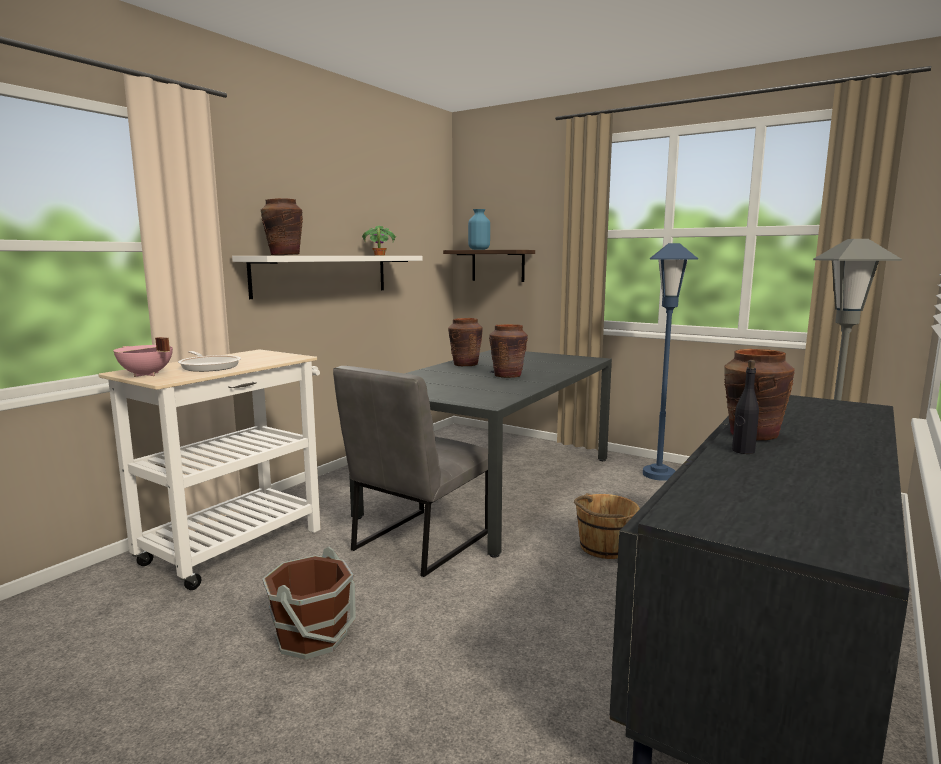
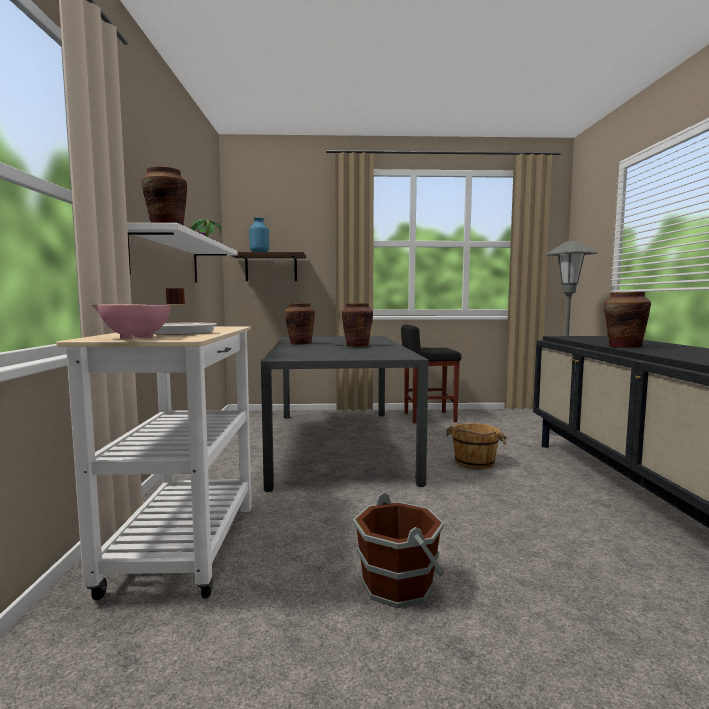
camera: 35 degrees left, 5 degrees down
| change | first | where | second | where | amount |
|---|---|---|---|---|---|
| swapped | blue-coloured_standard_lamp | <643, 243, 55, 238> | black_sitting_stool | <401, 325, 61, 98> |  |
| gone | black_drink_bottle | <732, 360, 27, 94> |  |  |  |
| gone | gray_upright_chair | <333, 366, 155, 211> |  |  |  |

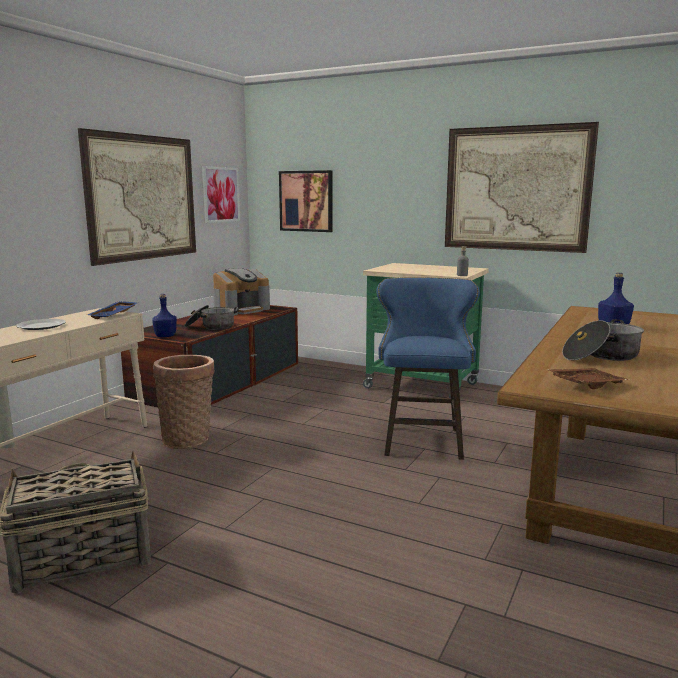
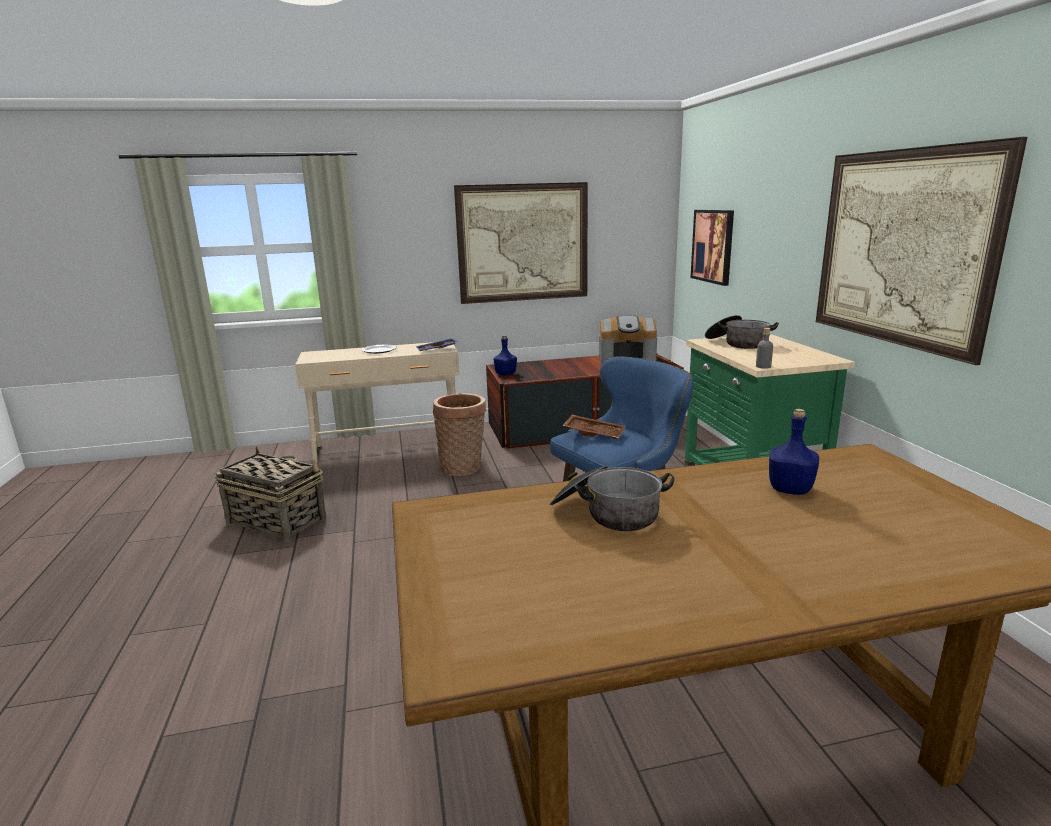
camera: 50 degrees right, 5 degrees up
| change | first | where | second | where | amount |
|---|---|---|---|---|---|
| gone | wall_picture | <202, 166, 38, 57> |  |  |  |
| shifted | stockpot | <184, 305, 55, 25> |  | <705, 315, 74, 34> |  |
| shifted | brownish_carrying_tray | <546, 368, 83, 21> |  | <563, 414, 63, 25> |  |

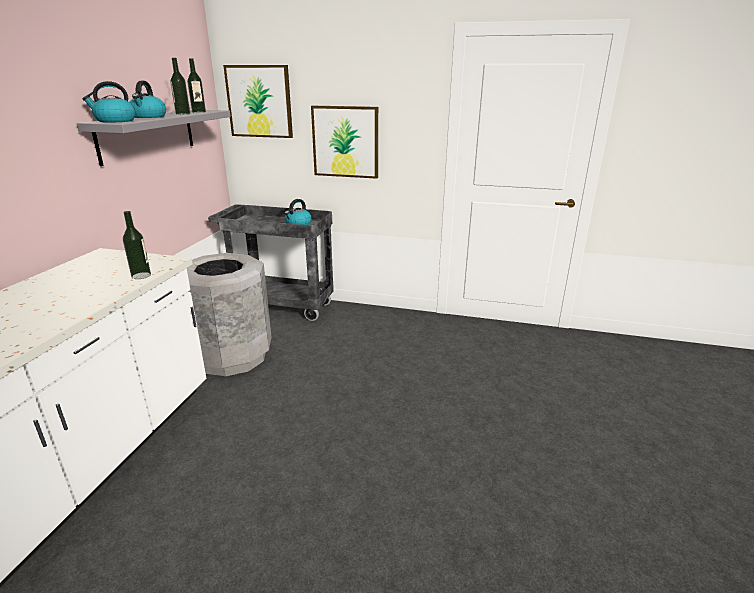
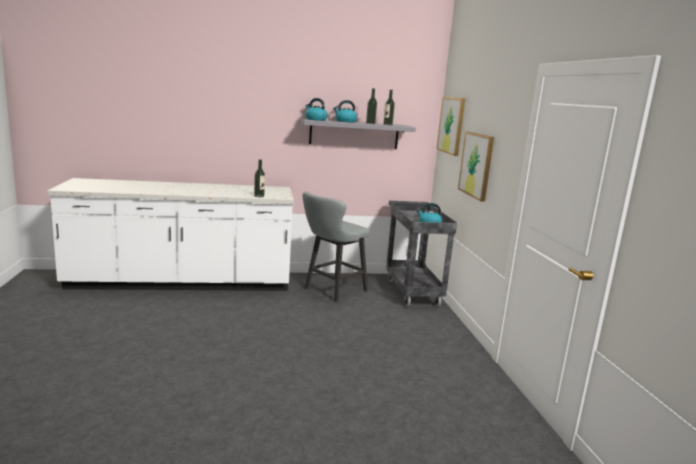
camera: 65 degrees right, 10 degrees down
| change | first | where | second | where | amount |
|---|---|---|---|---|---|
| swapped | gray_waste_bin | <187, 253, 85, 123> | gray_sitting_stool | <302, 191, 68, 111> |  |

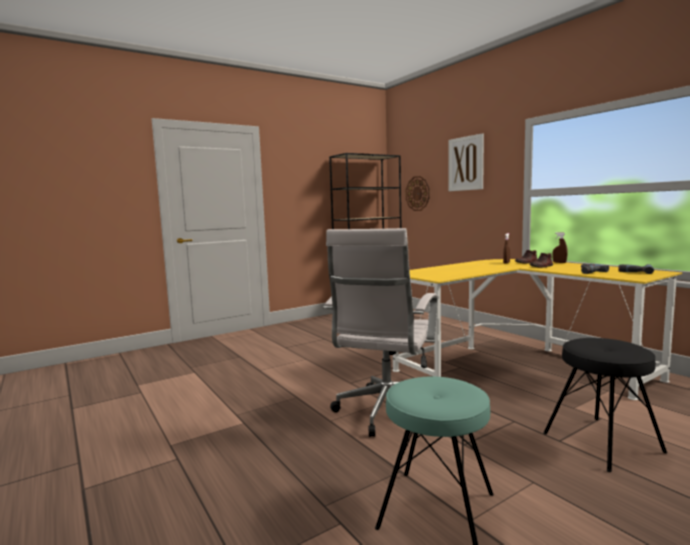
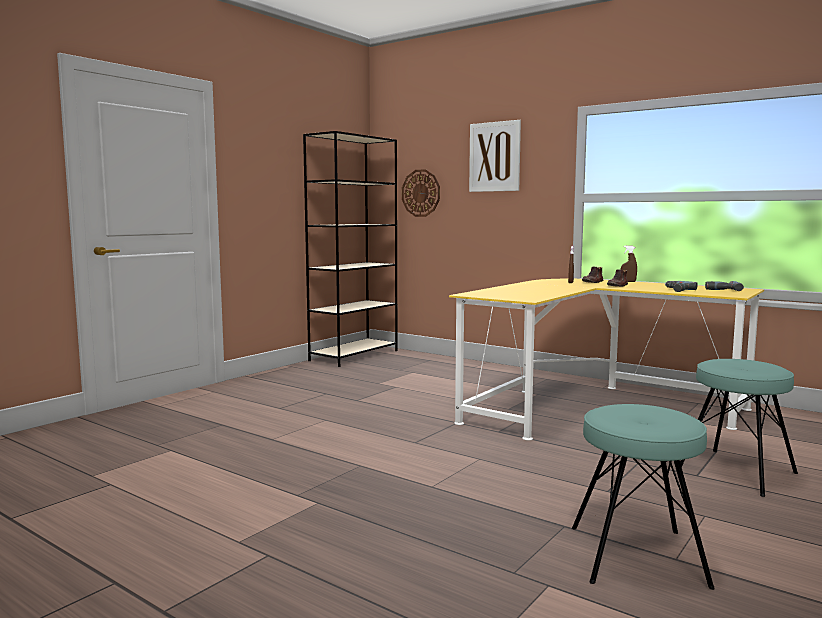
camera: 20 degrees left, 0 degrees up
| change | first | where | second | where | amount |
|---|---|---|---|---|---|
| gone | white_desk_chair | <323, 228, 114, 209> |  |  |  |
| repainted | black_sitting_stool | <543, 338, 124, 134> | turquoise-coloured_sitting_stool | <680, 359, 118, 138> |  |

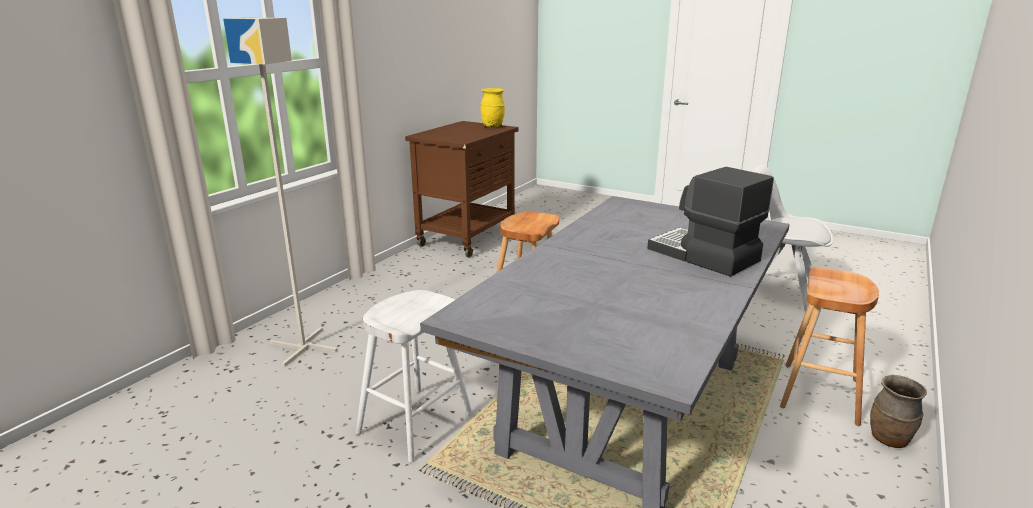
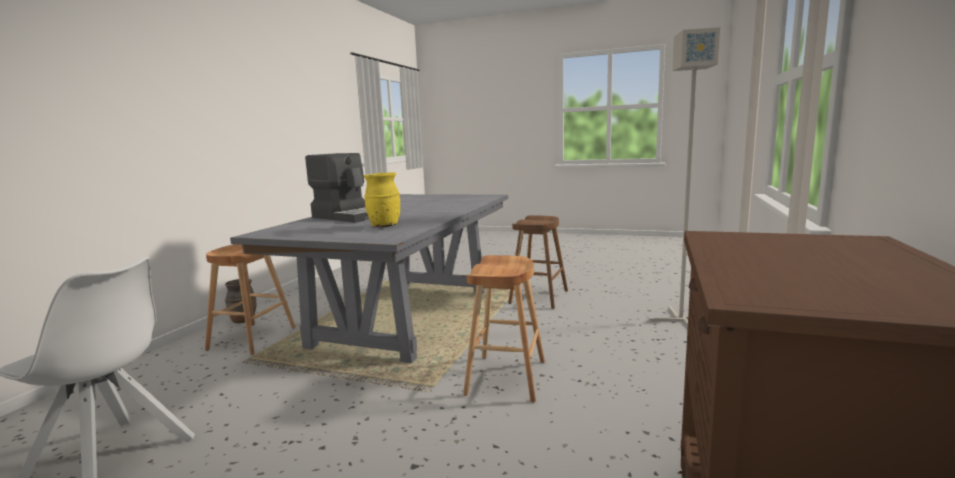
camera: 170 degrees right, 10 degrees down
| change | first | where | second | where | amount |
|---|---|---|---|---|---|
| shifted | yellowish_decorative_vase | <481, 88, 24, 39> |  | <364, 172, 36, 55> |  |
| repainted | white_sitting_stool | <356, 290, 116, 173> | brownish_sitting_stool | <508, 215, 60, 94> |  |

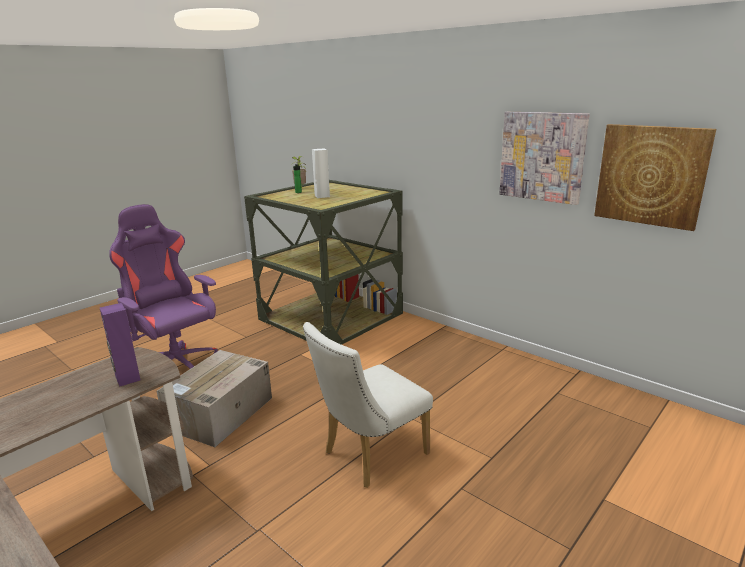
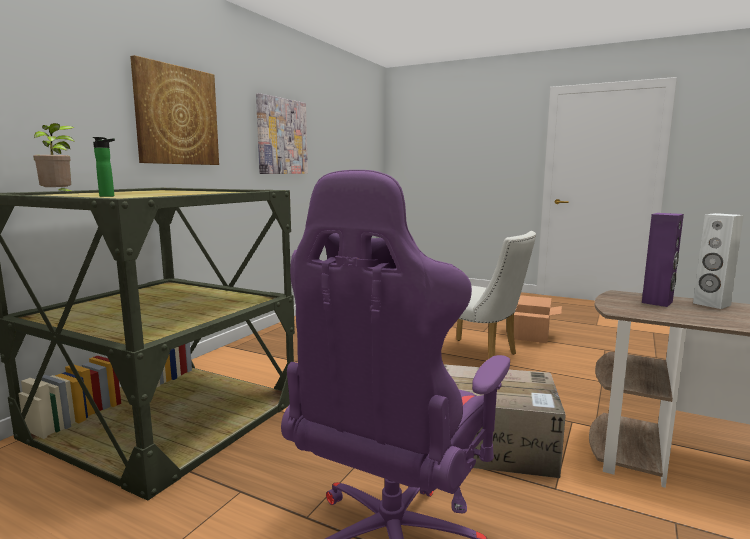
camera: 105 degrees left, 10 degrees down
| change | first | where | second | where | amount |
|---|---|---|---|---|---|
| shifted | wall_picture | <594, 124, 122, 107> |  | <130, 55, 89, 110> |  |
| shifted | white_speaker | <312, 148, 18, 50> |  | <693, 213, 51, 96> |  |
| new |  |  | carton | <514, 295, 48, 48> |  |

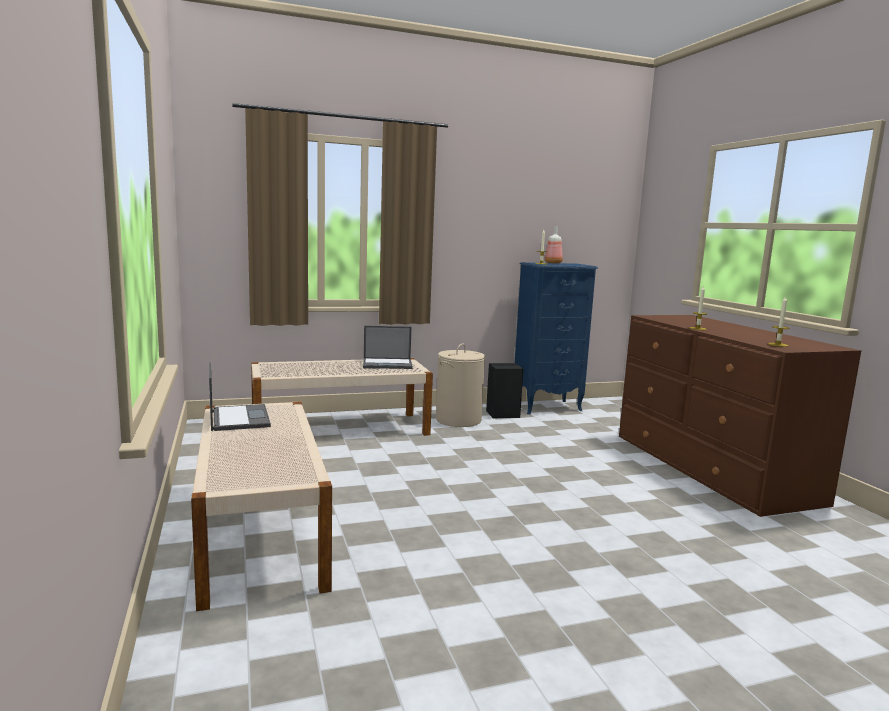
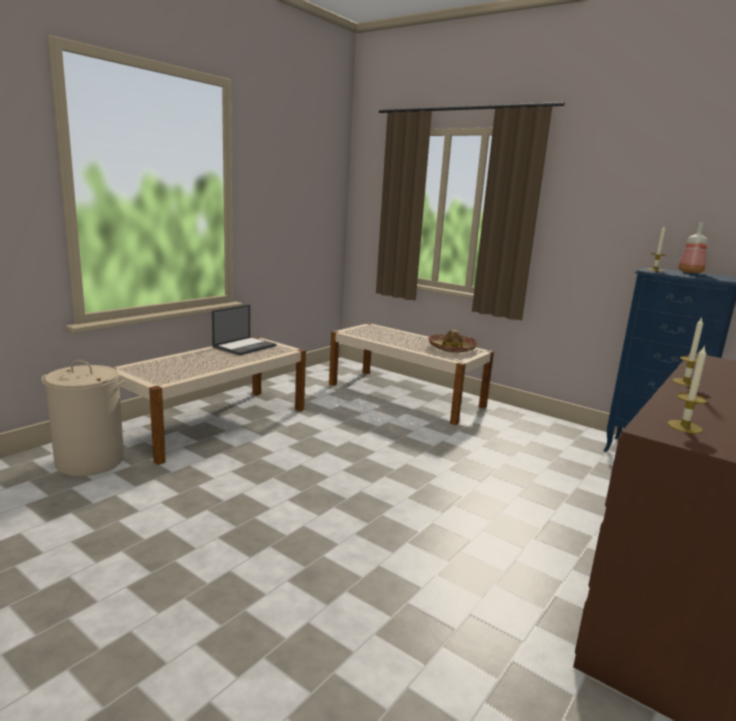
camera: 55 degrees right, 5 degrees up
| change | first | where | second | where | amount |
|---|---|---|---|---|---|
| swapped | portable_computer | <363, 326, 50, 43> | wearable_hat | <428, 330, 50, 23> |  |
| shifted | beige-coloured_hamper | <436, 344, 49, 83> |  | <41, 360, 84, 116> |  |
| gone | black_speaker | <486, 363, 38, 55> |  |  |  |

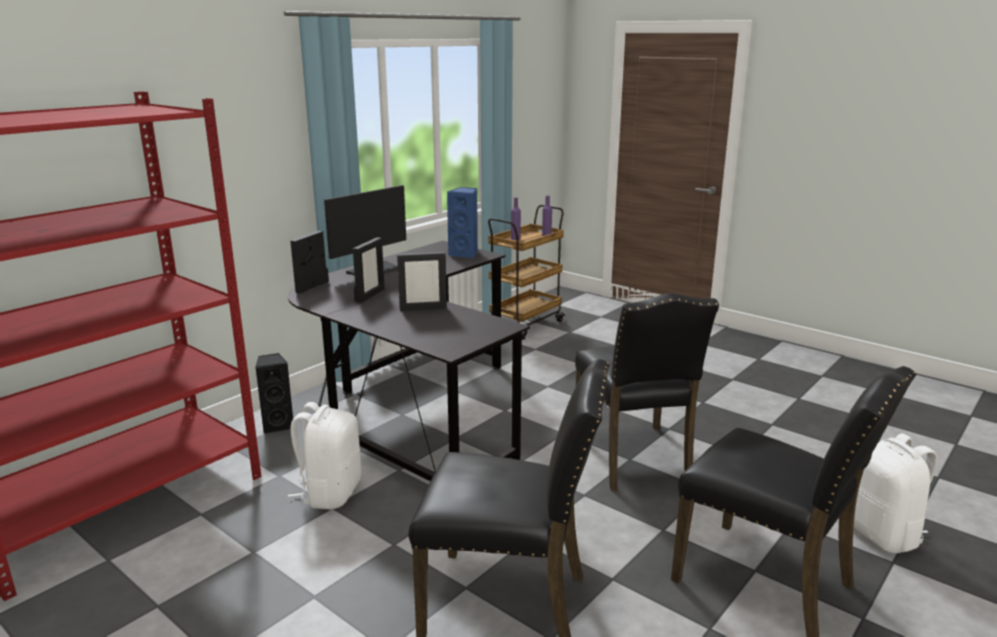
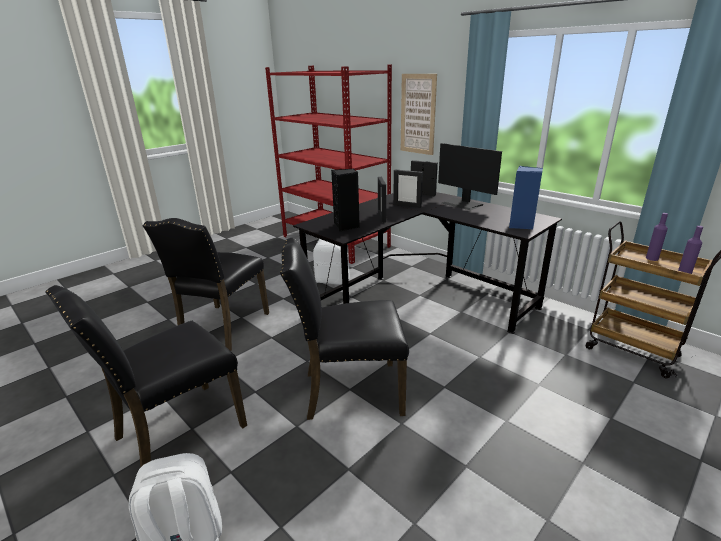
camera: 95 degrees right, 5 degrees up
| change | first | where | second | where | amount |
|---|---|---|---|---|---|
| shifted | black_speaker | <255, 353, 38, 81> |  | <331, 169, 29, 62> |  |
| new |  |  | wall_picture | <401, 74, 36, 81> |  |

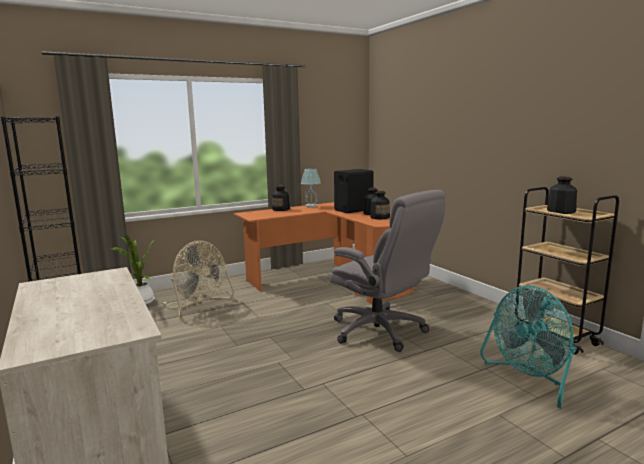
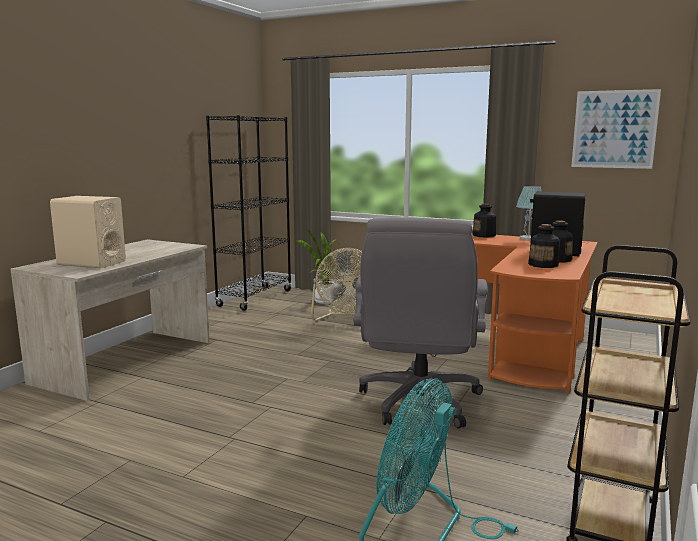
camera: 55 degrees right, 0 degrees up
| change | first | where | second | where | amount |
|---|---|---|---|---|---|
| gone | drink_bottle | <547, 176, 30, 38> |  |  |  |
| new |  |  | wall_picture | <571, 89, 90, 80> |  |
| new |  |  | beige-coloured_speaker | <50, 196, 76, 72> |  |

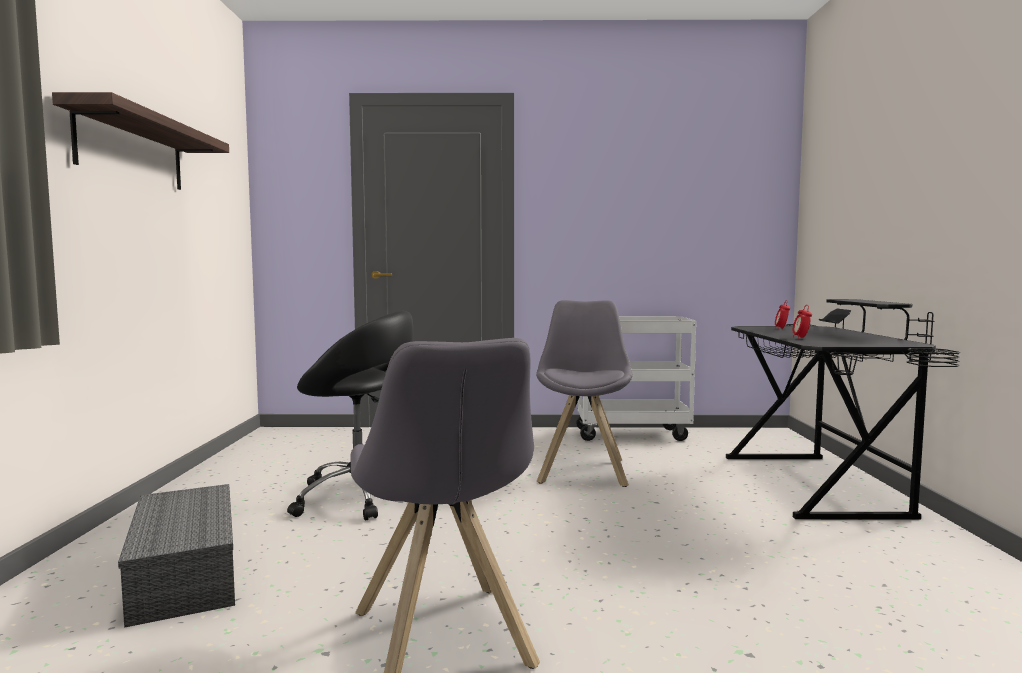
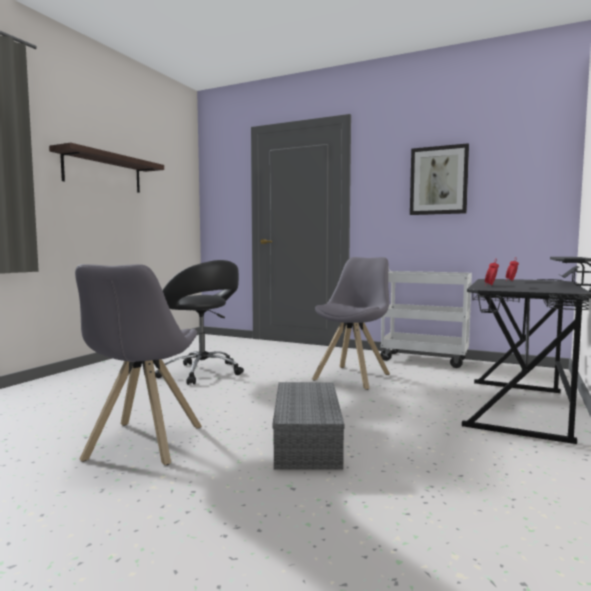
camera: 25 degrees right, 0 degrees up
| change | first | where | second | where | amount |
|---|---|---|---|---|---|
| shifted | gray_storage_box | <118, 484, 117, 144> |  | <272, 382, 72, 88> |  |
| new |  |  | wall_picture | <410, 143, 59, 72> |  |

